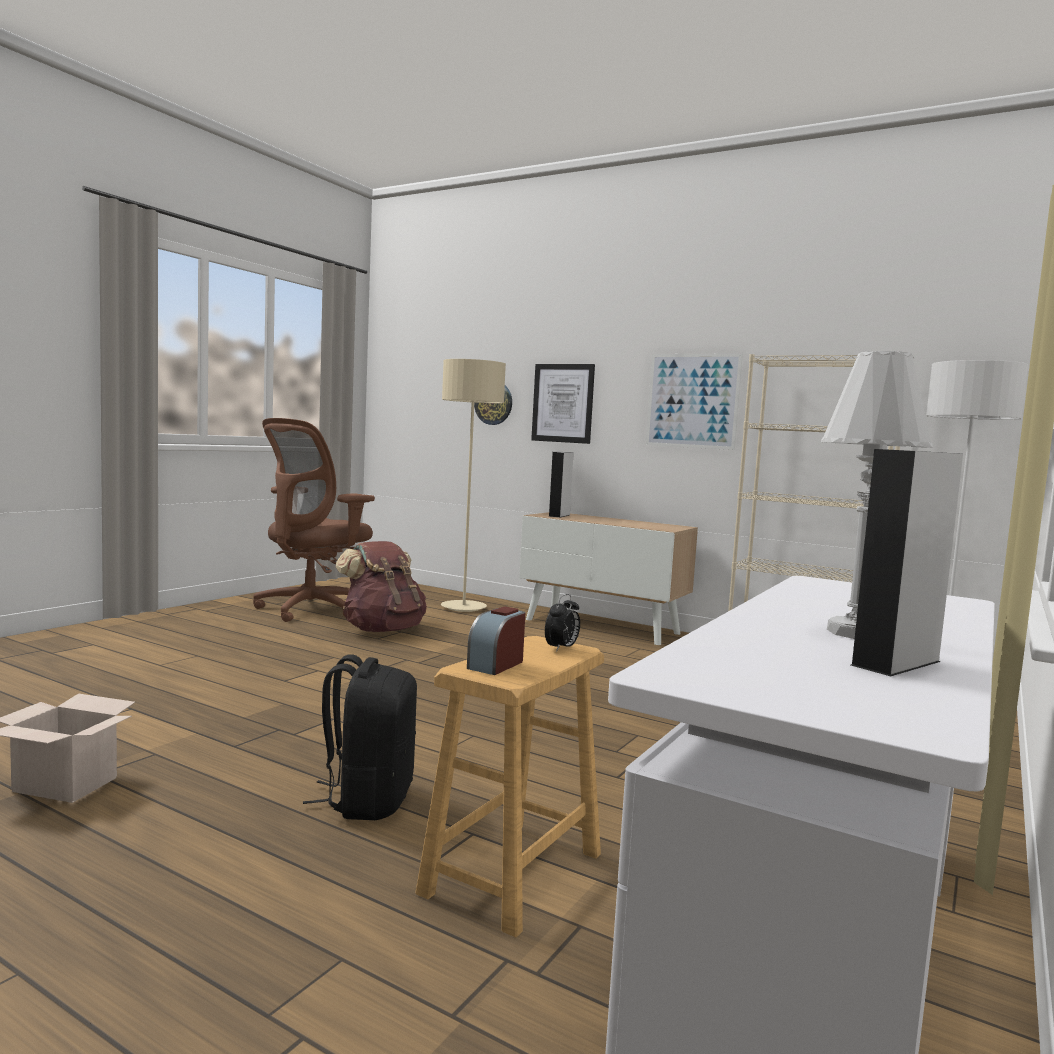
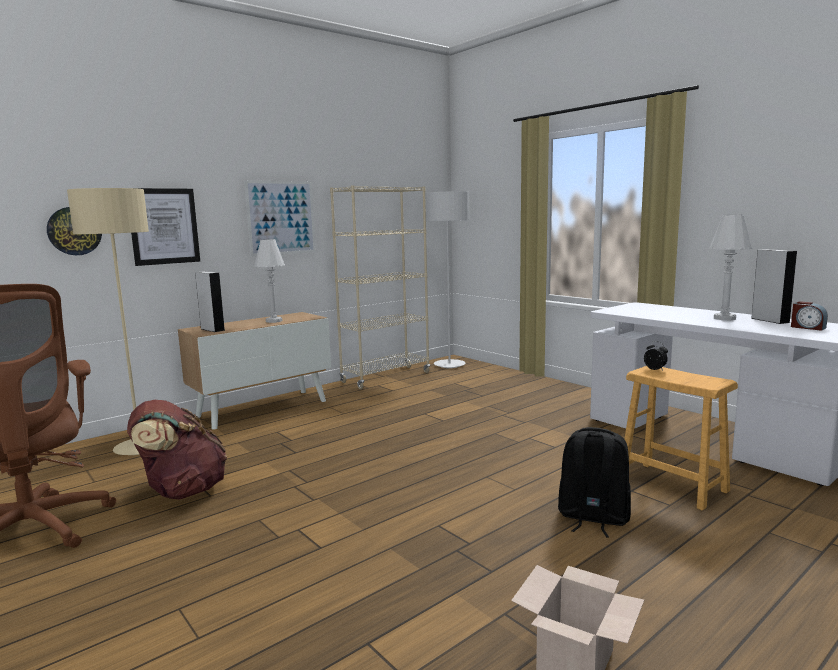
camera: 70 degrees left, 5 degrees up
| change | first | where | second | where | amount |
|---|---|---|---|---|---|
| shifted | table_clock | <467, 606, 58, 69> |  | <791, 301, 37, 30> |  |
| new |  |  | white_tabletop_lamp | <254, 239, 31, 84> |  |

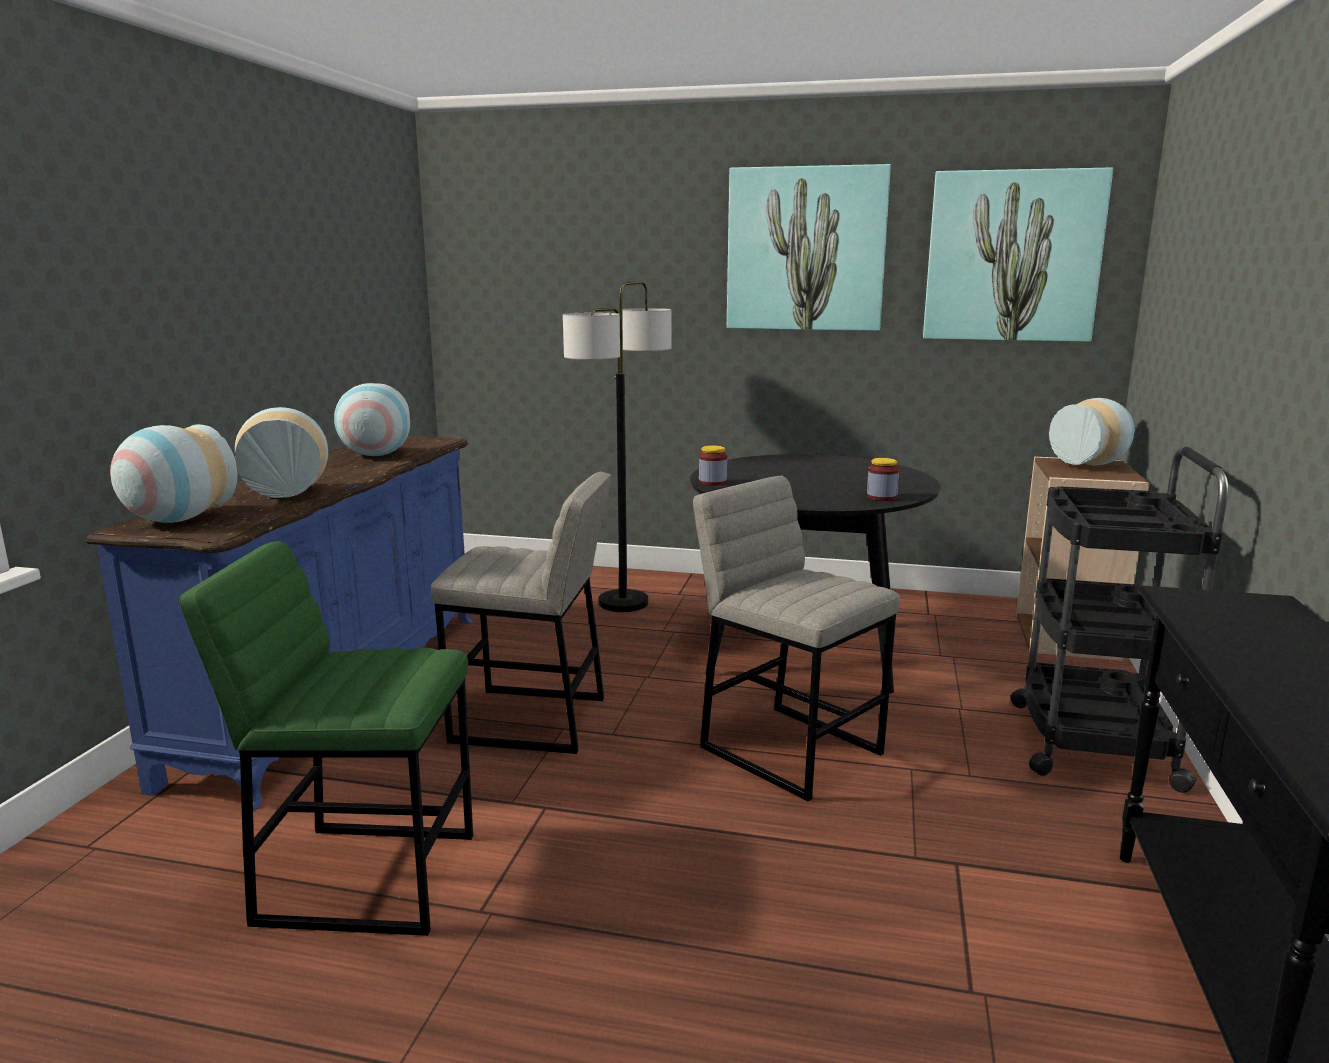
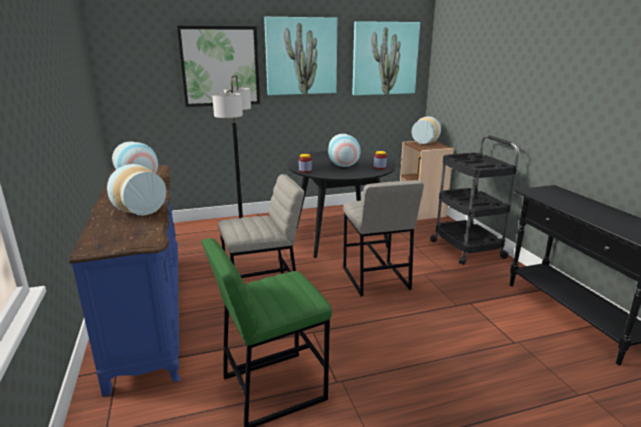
camera: 30 degrees left, 5 degrees up
| change | first | where | second | where | amount |
|---|---|---|---|---|---|
| shifted | decorative_vase | <110, 424, 128, 99> |  | <328, 134, 32, 33> |  |
| rotated | gray_upright_chair | <693, 476, 207, 326> |  | <343, 180, 81, 116> | 120 degrees counterclockwise |
| new |  |  | wall_picture | <177, 26, 83, 81> |  |

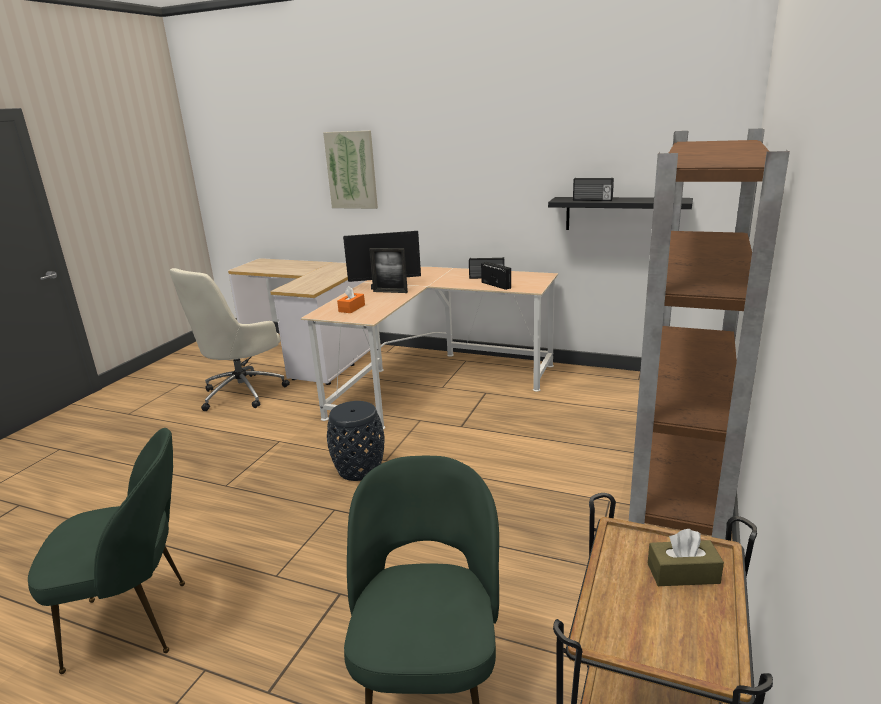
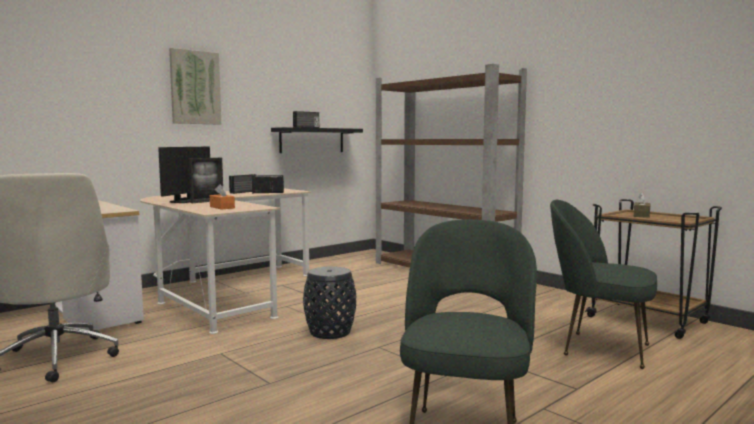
camera: 65 degrees left, 15 degrees down
| change | first | where | second | where | amount |
|---|---|---|---|---|---|
| shifted | wall_picture | <323, 131, 55, 78> |  | <169, 48, 52, 76> |  |

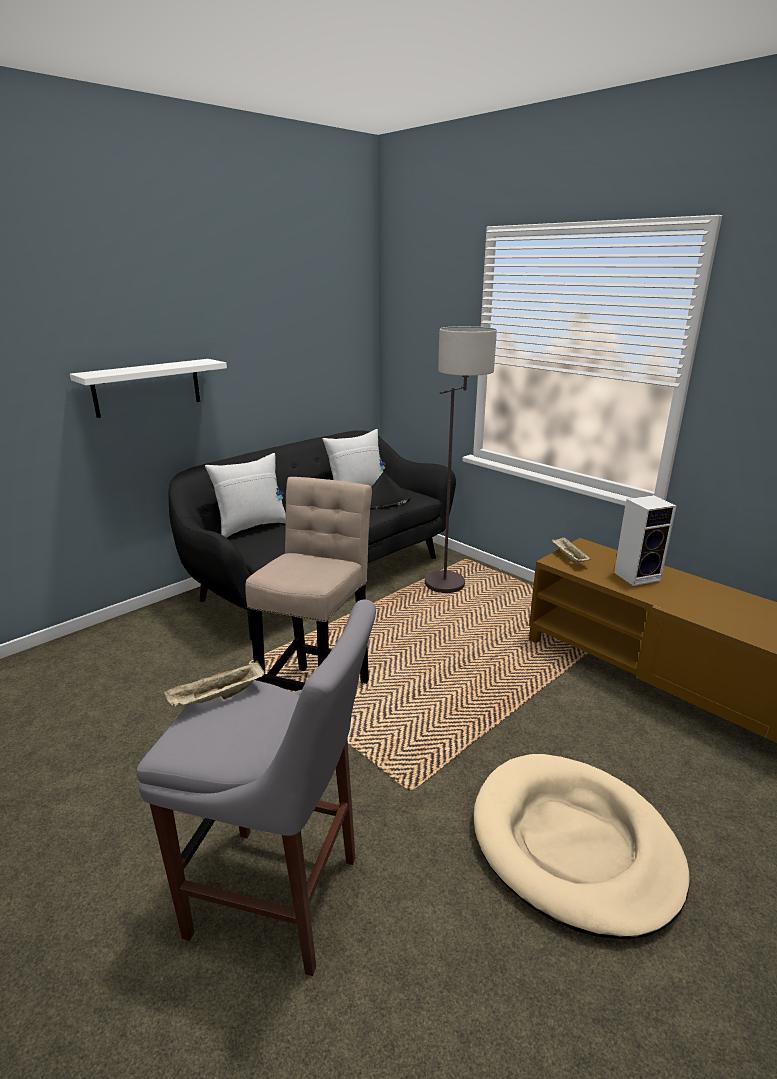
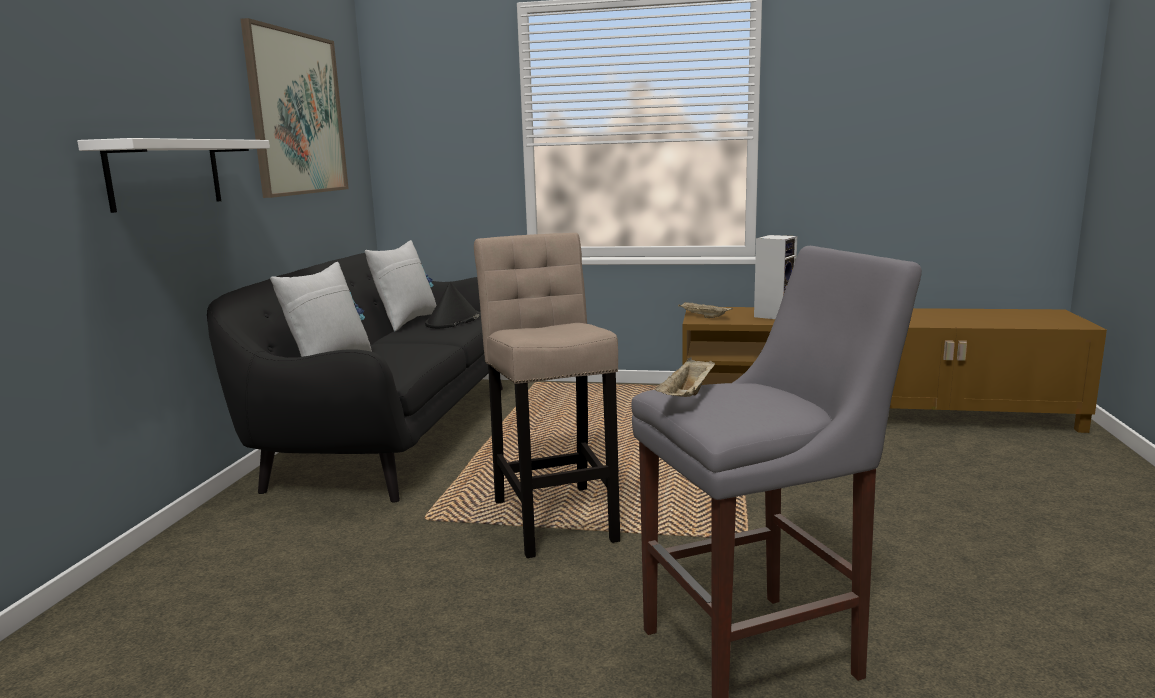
camera: 35 degrees left, 10 degrees down
| change | first | where | second | where | amount |
|---|---|---|---|---|---|
| gone | gray_standard_lamp | <425, 326, 72, 267> |  |  |  |
| gone | beige-coloured_dog_cushion | <474, 754, 216, 185> |  |  |  |
| new |  |  | wall_picture | <241, 18, 108, 180> |  |

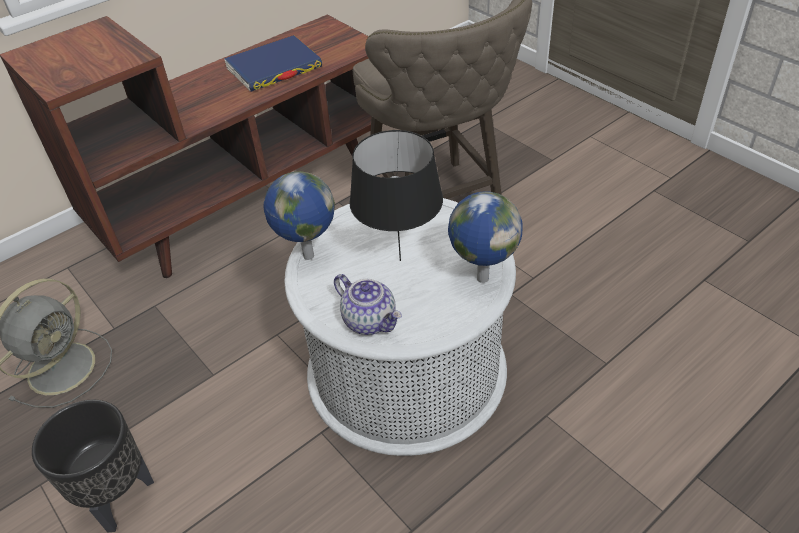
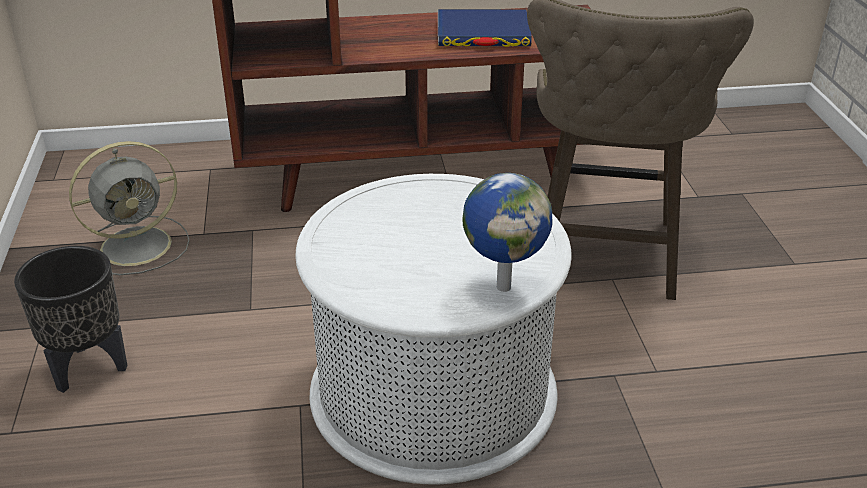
camera: 30 degrees right, 10 degrees down
| change | first | where | second | where | amount |
|---|---|---|---|---|---|
| gone | black_tabletop_lamp | <349, 130, 94, 131> |  |  |  |
| gone | desk_globe | <264, 171, 71, 89> |  |  |  |
| gone | tea_pot | <334, 274, 68, 61> |  |  |  |

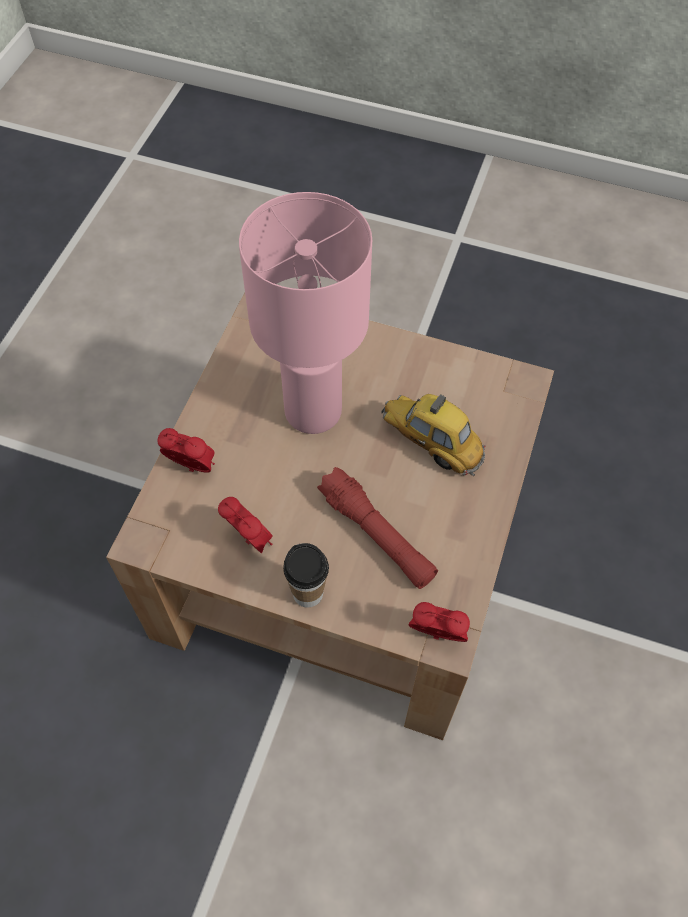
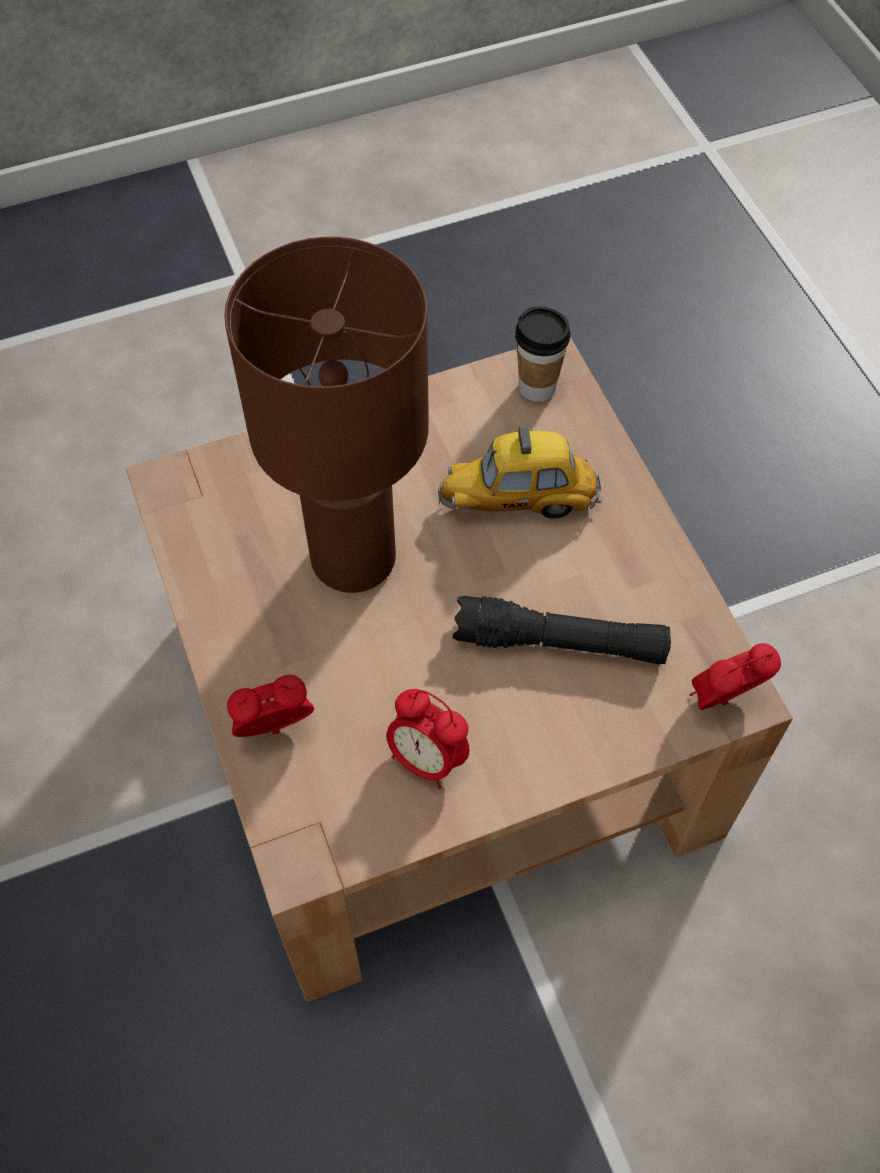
camera: 40 degrees left, 0 degrees up
| change | first | where | second | where | amount |
|---|---|---|---|---|---|
| repainted | pink-coloured_tabletop_lamp | <239, 192, 133, 242> | brownish_tabletop_lamp | <224, 237, 205, 356> |  |
| repainted | reddish_flashlight | <317, 467, 121, 122> | black_flashlight | <453, 596, 218, 69> |  |
| rotated | table_clock | <218, 497, 55, 56> |  | <386, 689, 83, 100> | 150 degrees counterclockwise |
| shifted | small_cup | <283, 543, 46, 65> |  | <515, 306, 56, 96> |  |

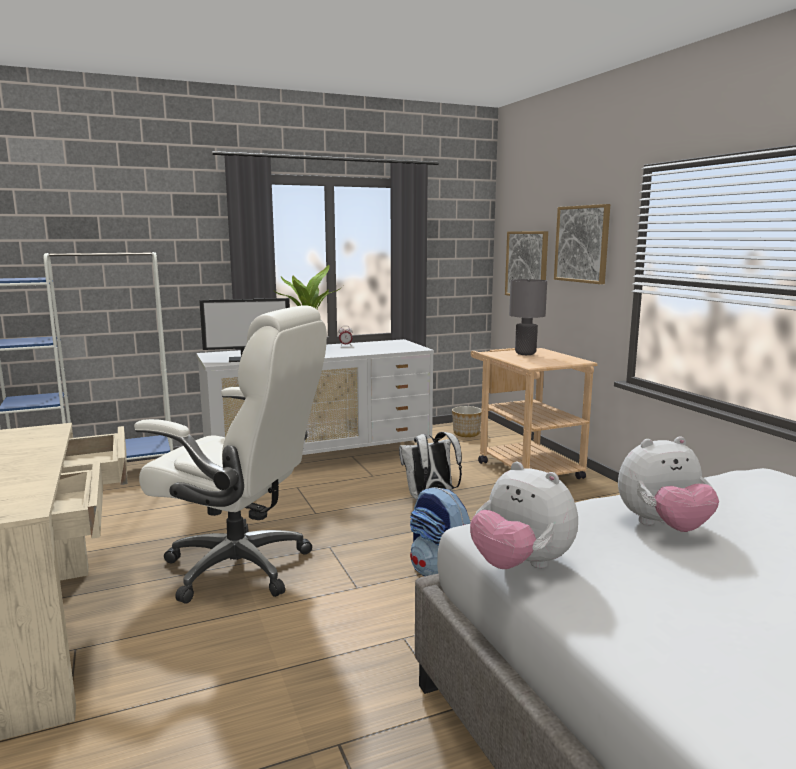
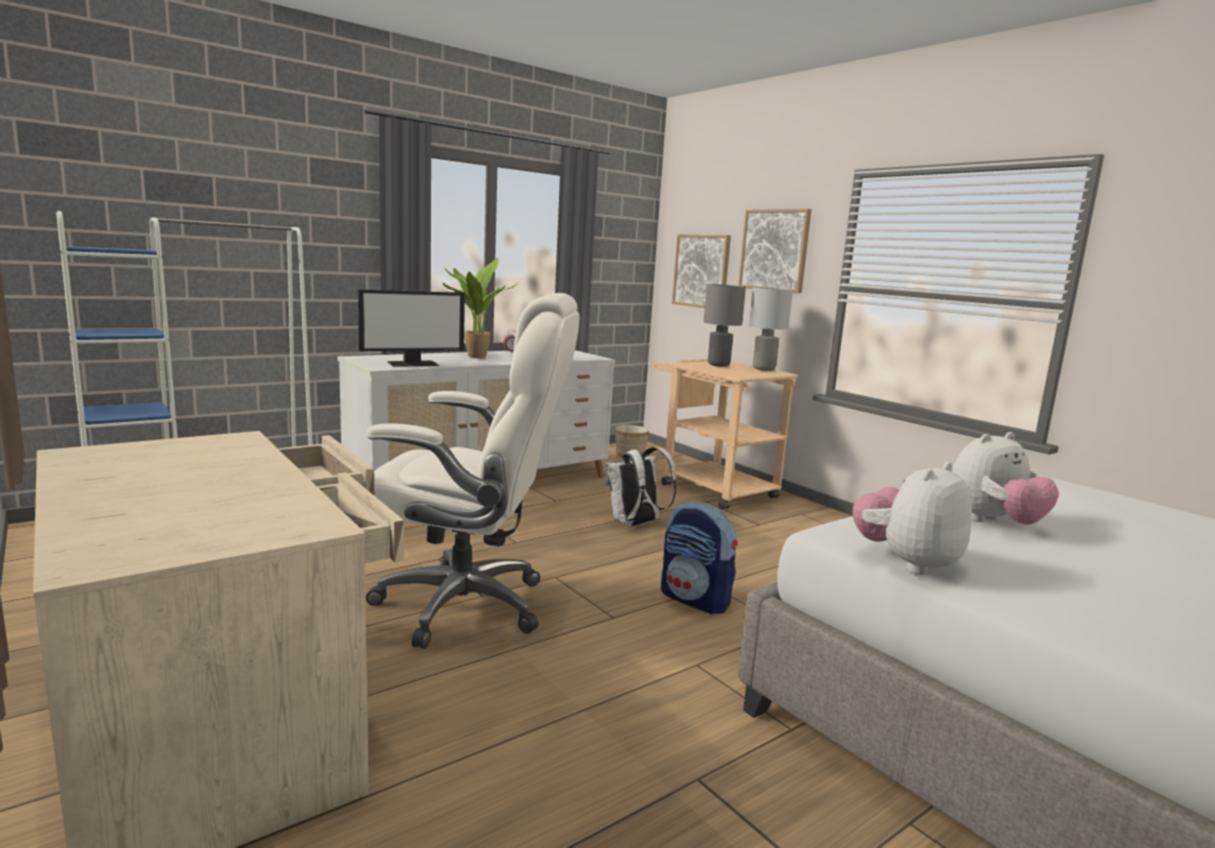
camera: 15 degrees left, 0 degrees up
| change | first | where | second | where | amount |
|---|---|---|---|---|---|
| rotated | soft_toy | <470, 462, 108, 107> |  | <853, 462, 119, 113> | 105 degrees clockwise |
| new |  |  | gray_tabletop_lamp | <749, 287, 44, 84> |  |

